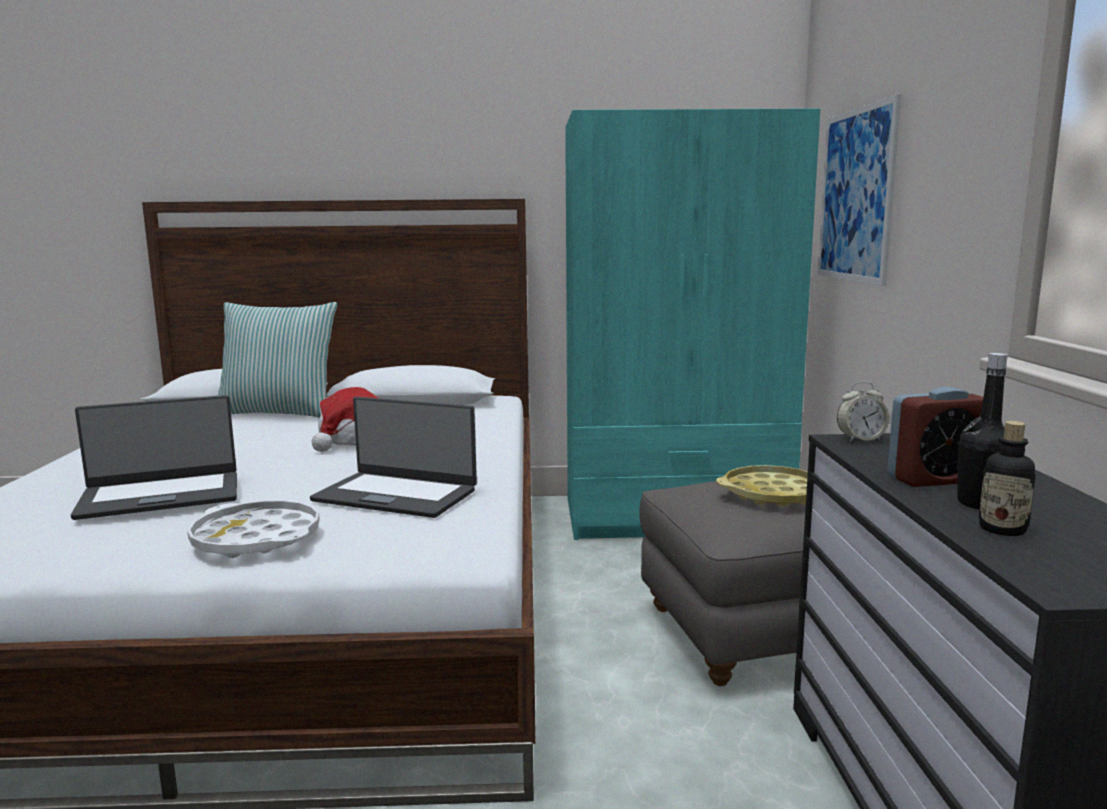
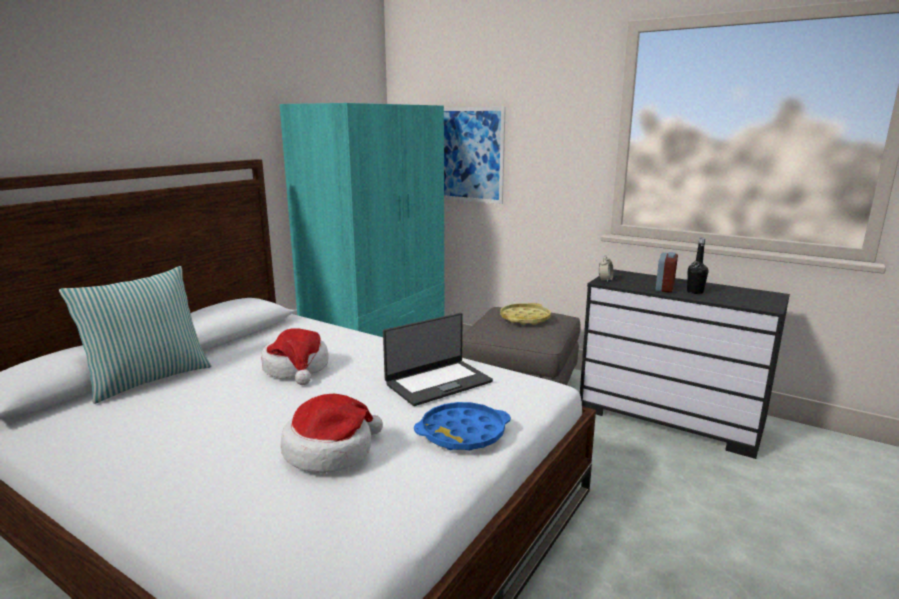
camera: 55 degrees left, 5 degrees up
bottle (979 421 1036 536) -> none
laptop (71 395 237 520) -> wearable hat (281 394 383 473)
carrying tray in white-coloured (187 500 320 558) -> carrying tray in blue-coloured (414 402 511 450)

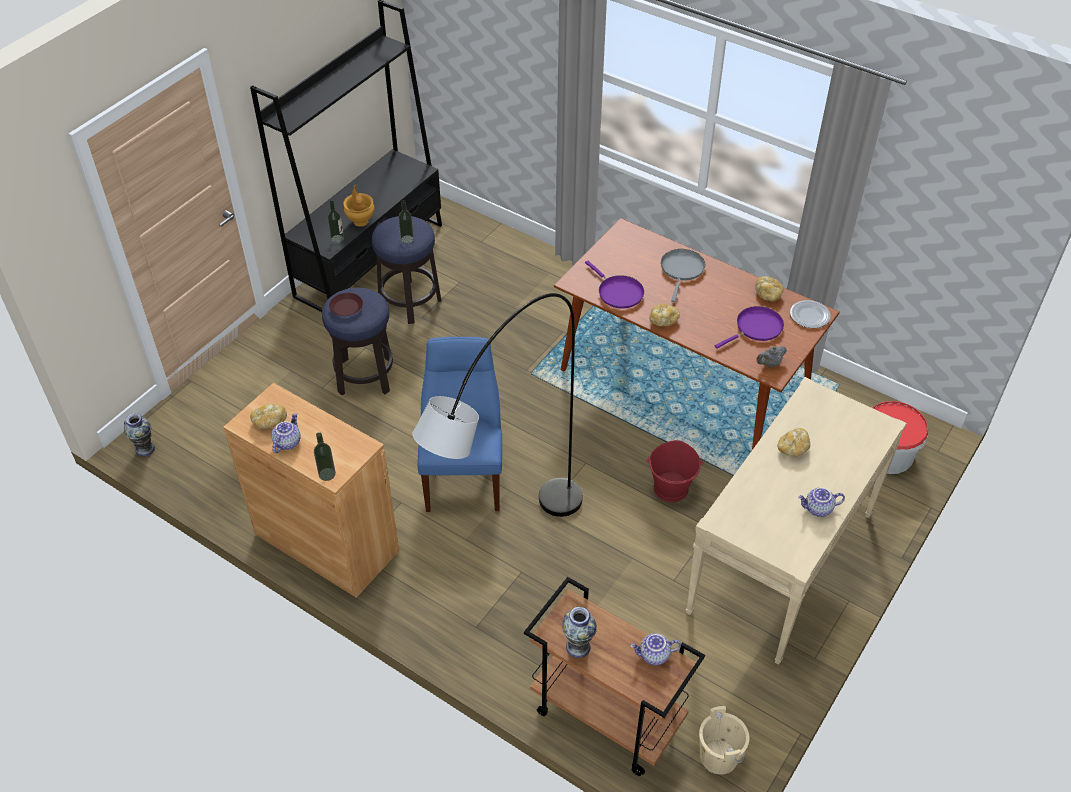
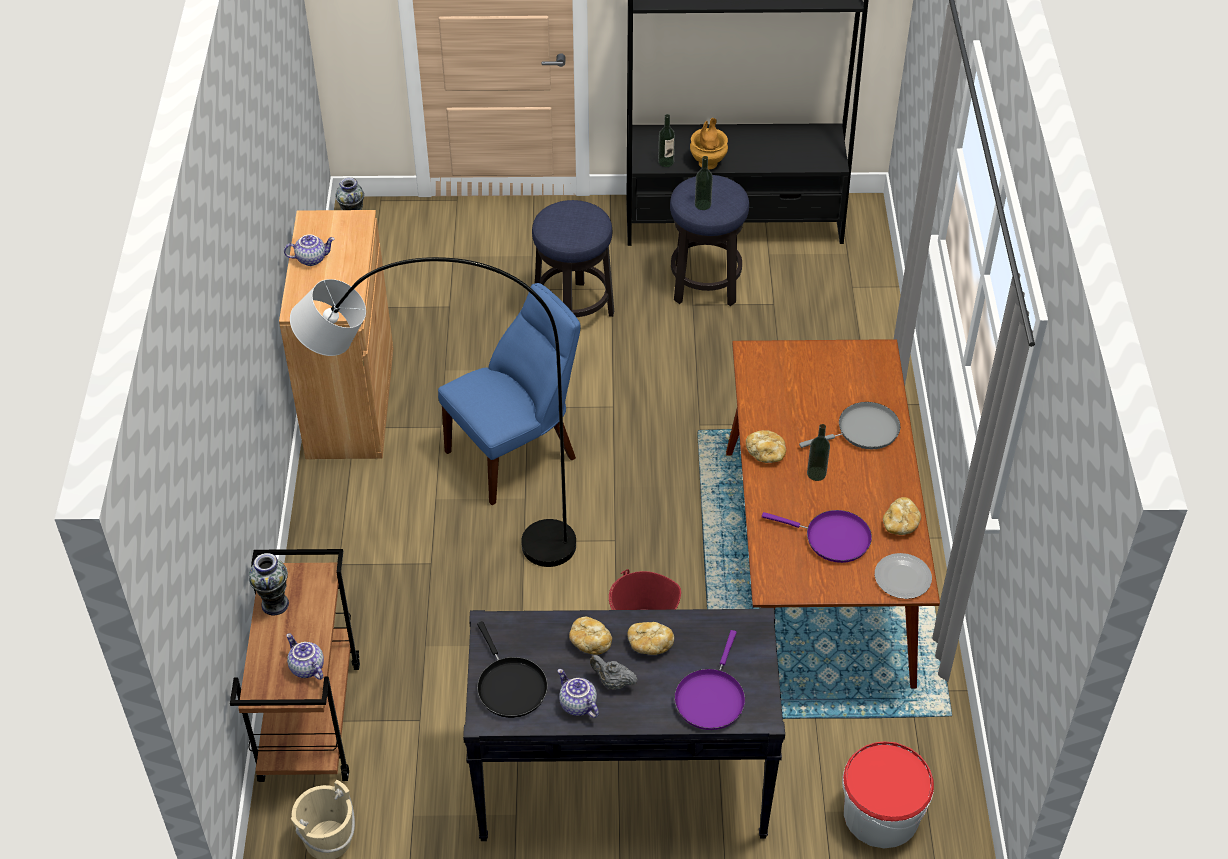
camera: 55 degrees right, 0 degrees up
dinner plate in brownish (329 293 363 316) -> none
none -> frying pan in blackish (477 621 548 718)
bread (250 404 287 429) -> bread (569 616 612 655), relocated
bottle (314 432 336 481) -> bottle (807 424 830 481), relocated
frying pan in purple-coloured (585 261 644 309) -> frying pan in purple-coloured (674 630 745 730), relocated
pot for tea in grey (756 346 787 367) -> pot for tea in grey (590 655 638 689), relocated
narrow table in beige-coloured (686 377 907 665) -> narrow table in blackish (463 608 785 841)

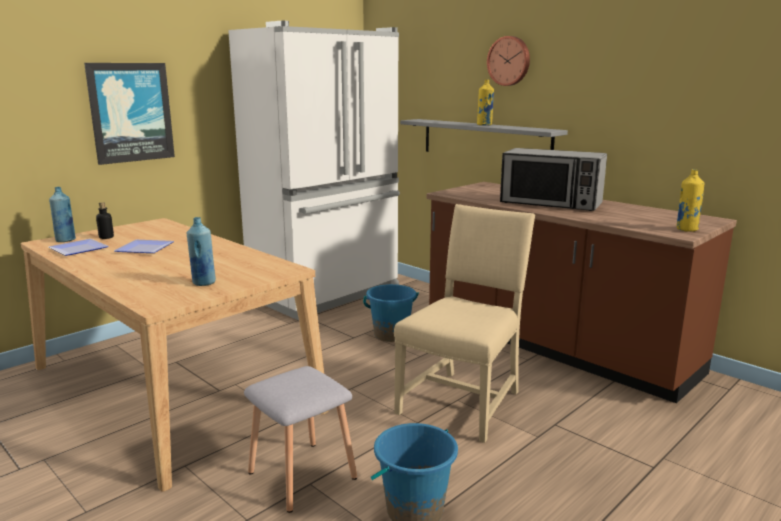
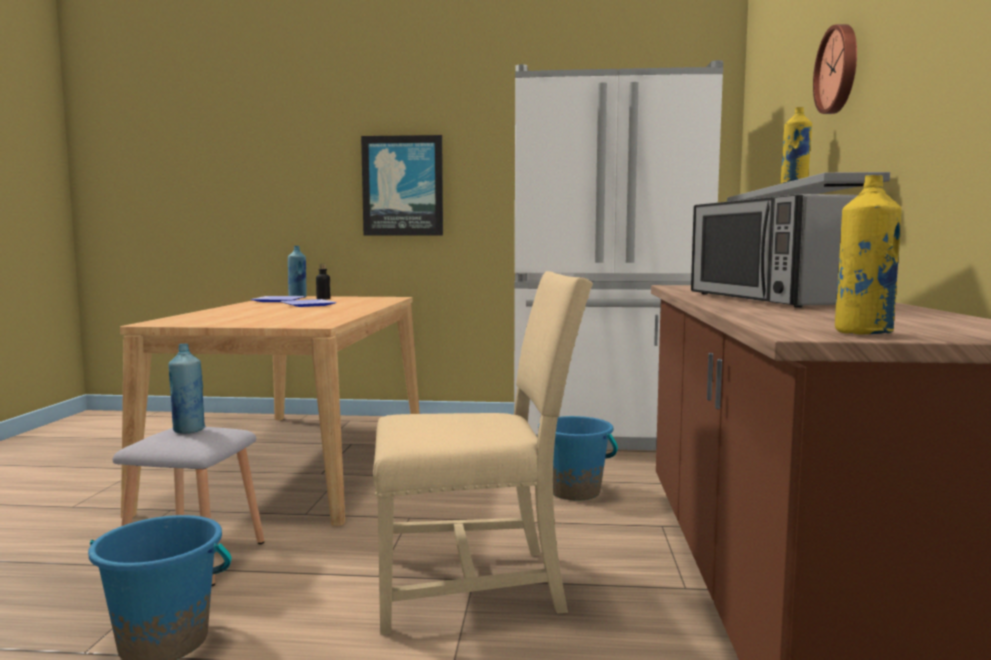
camera: 50 degrees right, 10 degrees down
bottle in blue-coloured (187 217 216 286) -> bottle in blue-coloured (168 344 205 434), relocated

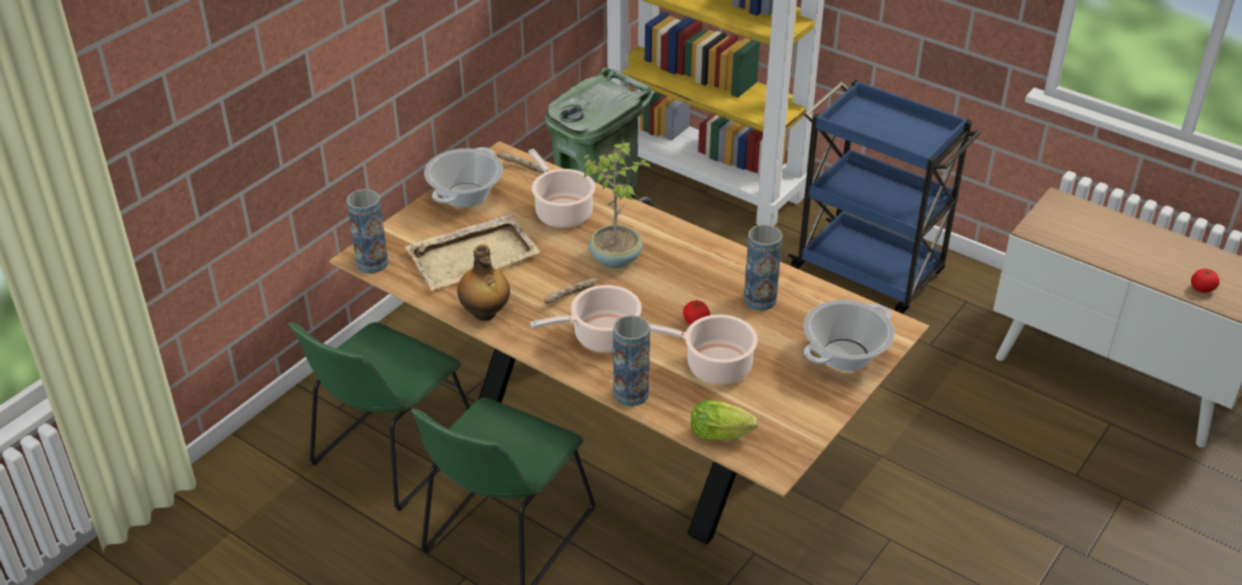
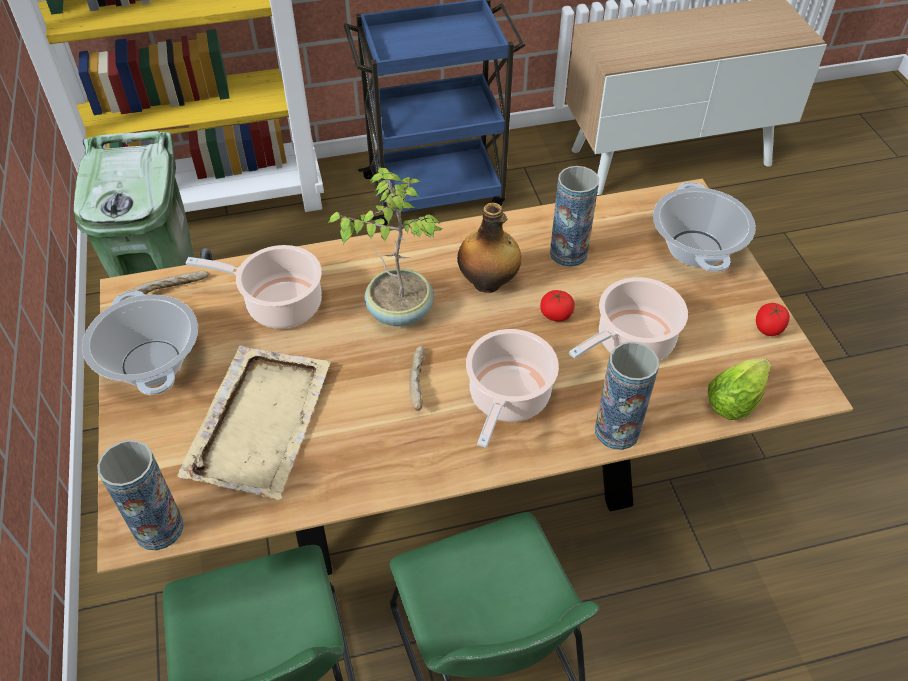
camera: 50 degrees left, 10 degrees up
bottle (457 244 510 321) -> bottle (457 203 521 293), relocated
whole tomato (1191 269 1219 293) -> whole tomato (756 303 790 336), relocated

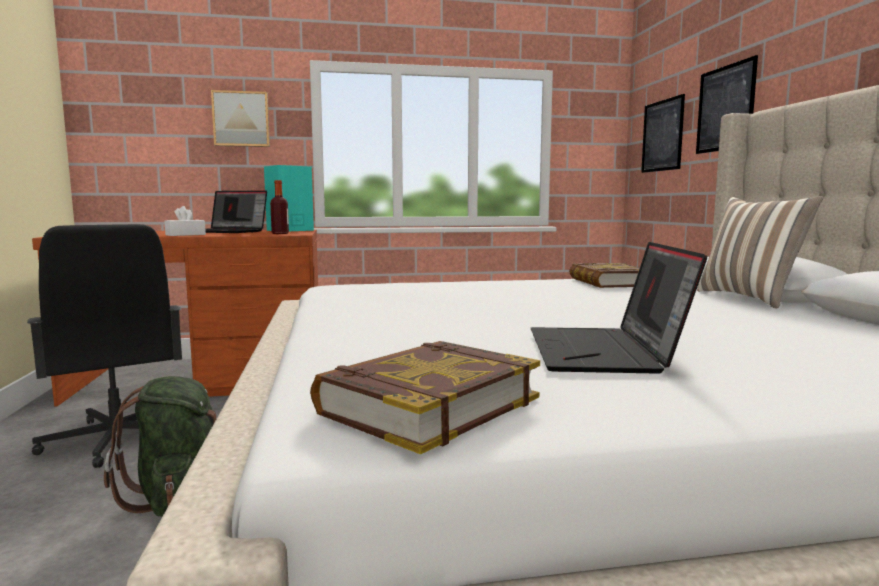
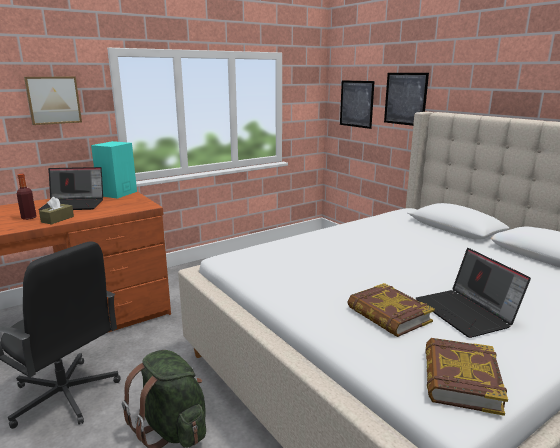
camera: 25 degrees left, 10 degrees up
throw pillow (697 196 824 309) -> none
bottle (270 180 289 234) -> bottle (17 174 36 220), relocated
book (569 263 640 288) -> book (347 283 435 337), relocated
tissue box in white-coloured (164 206 206 236) -> tissue box in brownish (39 197 74 224)

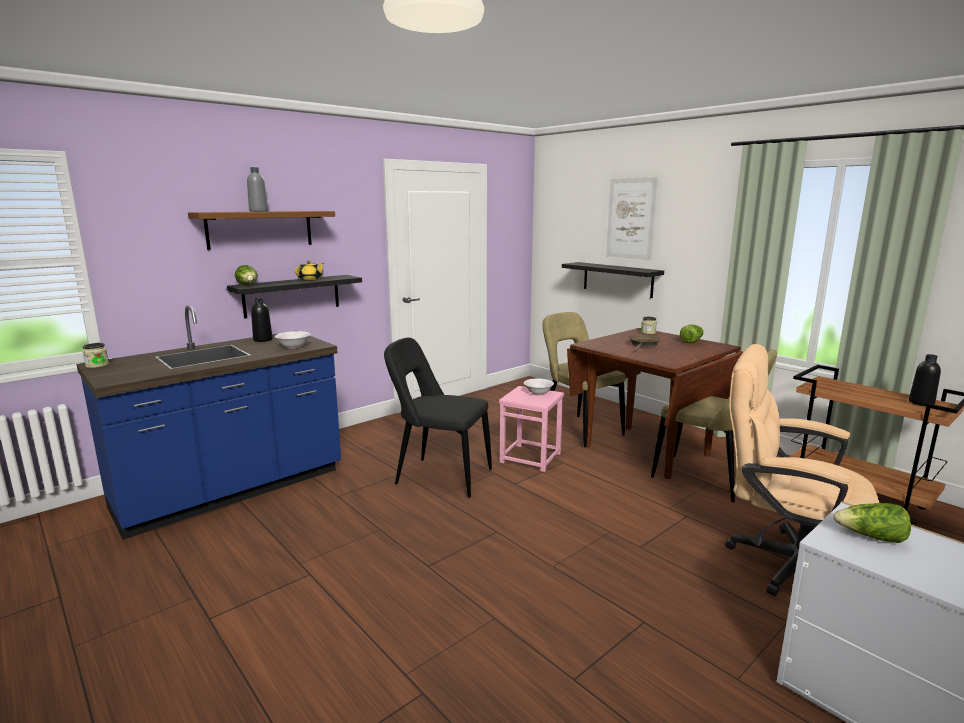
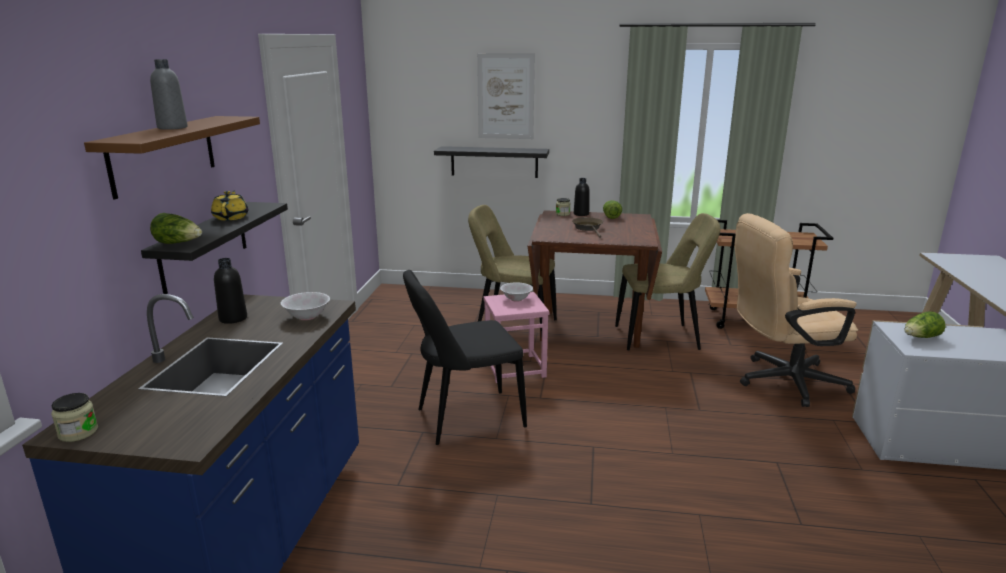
camera: 40 degrees left, 5 degrees up
bottle in blackish (909 354 941 406) -> bottle in blackish (574 178 590 216), relocated

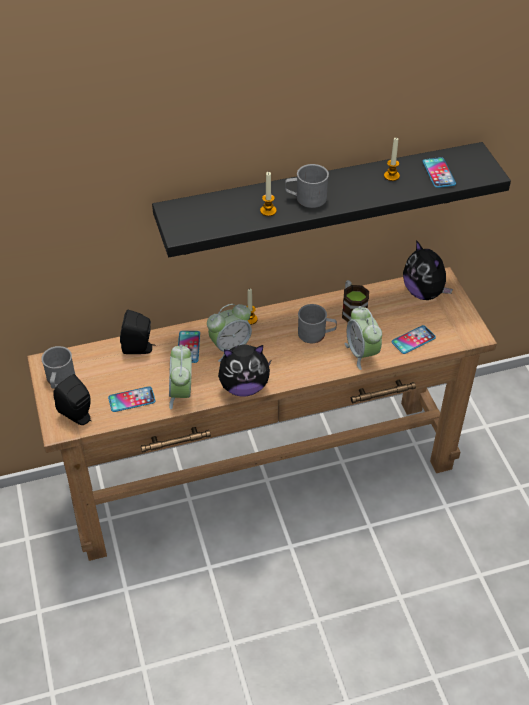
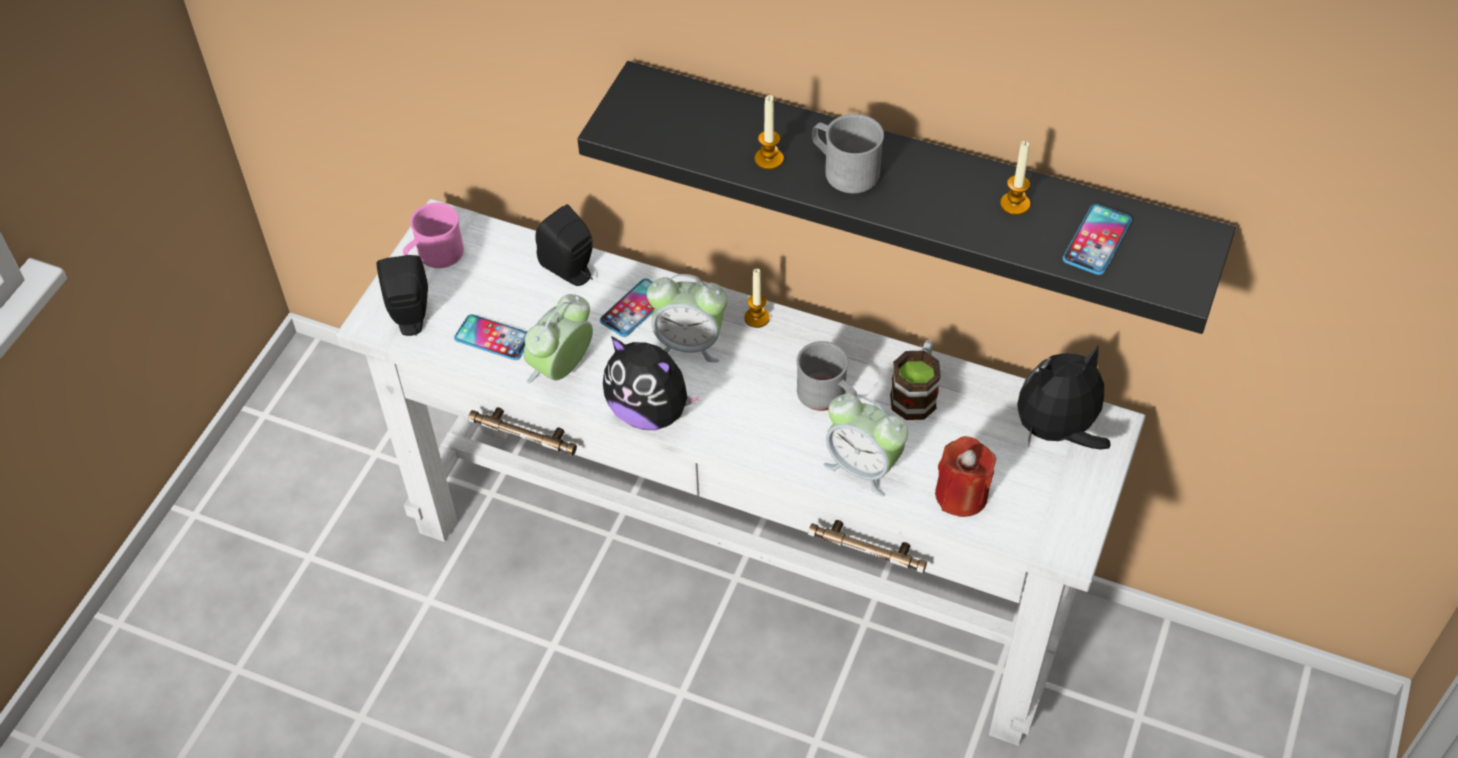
camera: 40 degrees right, 5 degrees up
handset (392 325 436 354) -> candle in red-coloured (935 436 996 517)
narrow table in brownish (27 267 497 561) -> narrow table in white-coloured (336 199 1146 746)
tea mug in grey (42 346 75 389) -> tea mug in pink-coloured (403 203 464 268)
table clock (344 306 382 370) -> table clock (823 394 908 496), 75 degrees counterclockwise
cuddly toy (403 240 453 300) -> cuddly toy (1017 345 1111 450), 60 degrees clockwise

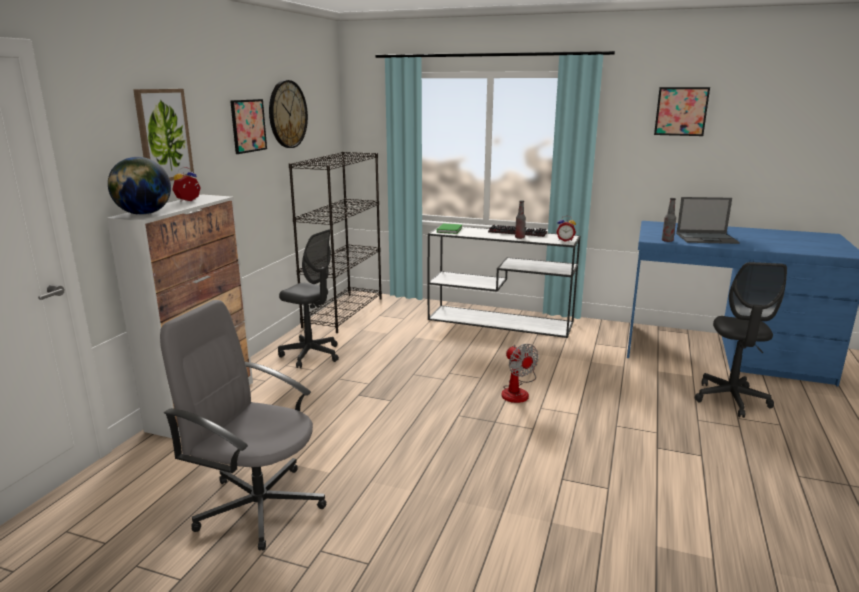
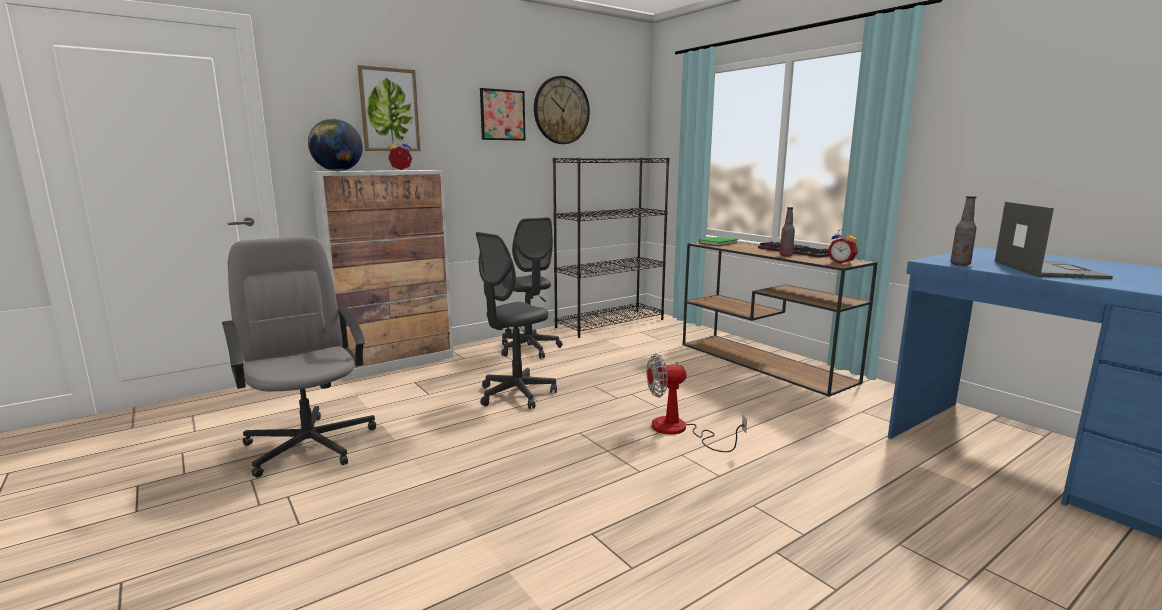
camera: 35 degrees right, 5 degrees down
wall art (654 87 710 136) -> none
computer chair in grey (695 262 787 418) -> computer chair in grey (476 232 557 409), relocated
narrow table in white-coloured (427 225 580 338) -> narrow table in brownish (683 242 878 397)
fan (502 344 539 403) -> fan (647 354 747 452), 75 degrees clockwise
laptop (676 197 740 244) -> laptop (995 202 1113 279), 120 degrees counterclockwise

